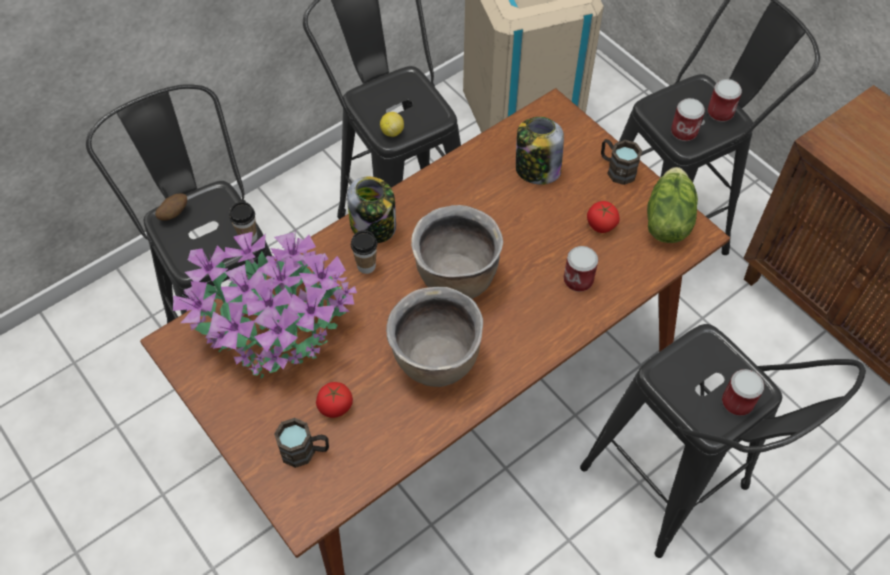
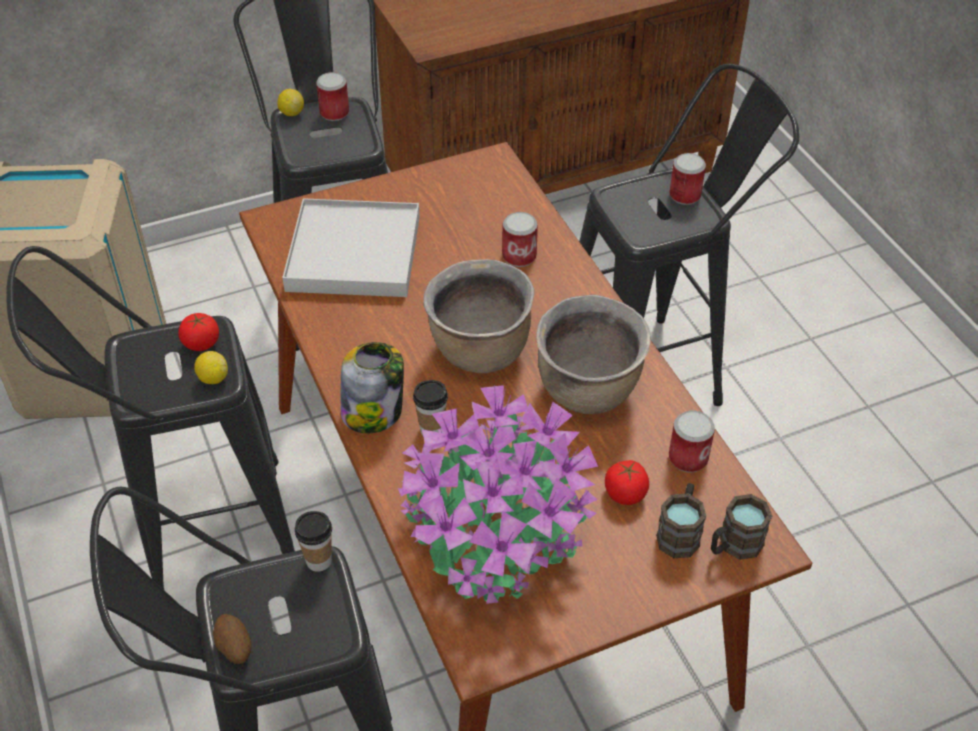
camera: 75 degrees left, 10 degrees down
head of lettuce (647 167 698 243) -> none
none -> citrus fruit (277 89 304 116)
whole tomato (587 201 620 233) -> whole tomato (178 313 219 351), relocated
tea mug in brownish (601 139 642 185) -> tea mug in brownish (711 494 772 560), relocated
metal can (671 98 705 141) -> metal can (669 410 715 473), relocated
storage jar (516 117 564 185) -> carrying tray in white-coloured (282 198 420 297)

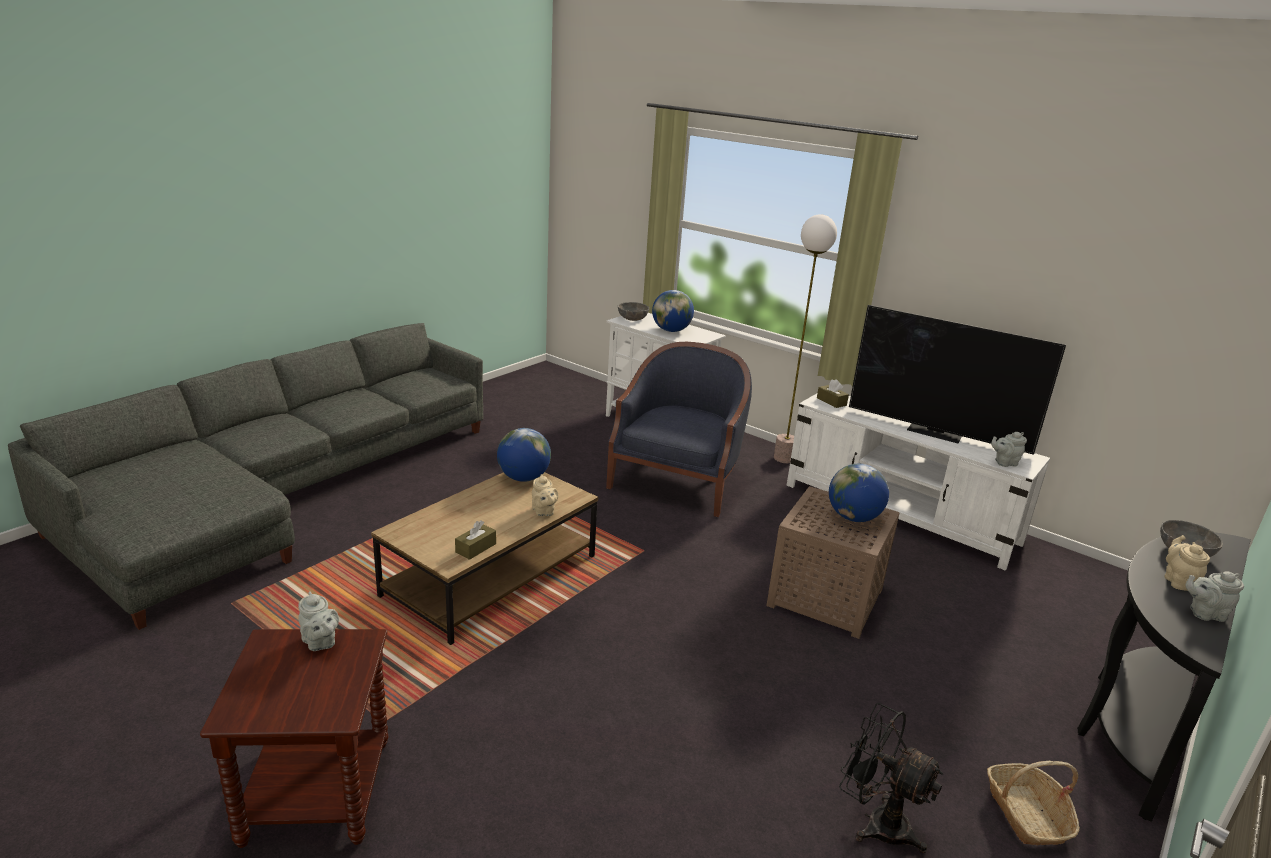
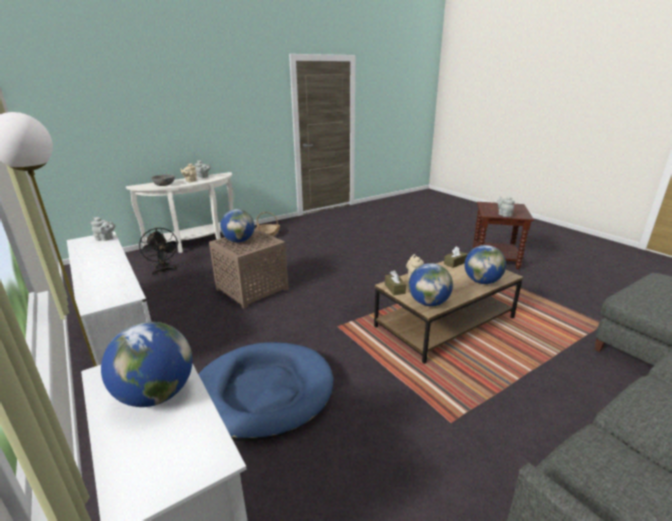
camera: 160 degrees left, 0 degrees up
deep dish in grey (618 302 649 321) -> none
TV (849 305 1066 455) -> none
none -> world globe (464 245 506 284)
tissue box in brownish (817 379 849 408) -> tissue box in brownish (385 270 406 295), relocated
fan in blackish (839 703 943 853) -> fan in blackish (139 228 179 275), relocated
lounge chair in blue-coloured (606 342 752 517) -> pet bed in blue-coloured (198 342 333 441)
narrow table in blackish (1077 532 1251 822) -> narrow table in white-coloured (126 172 233 253)

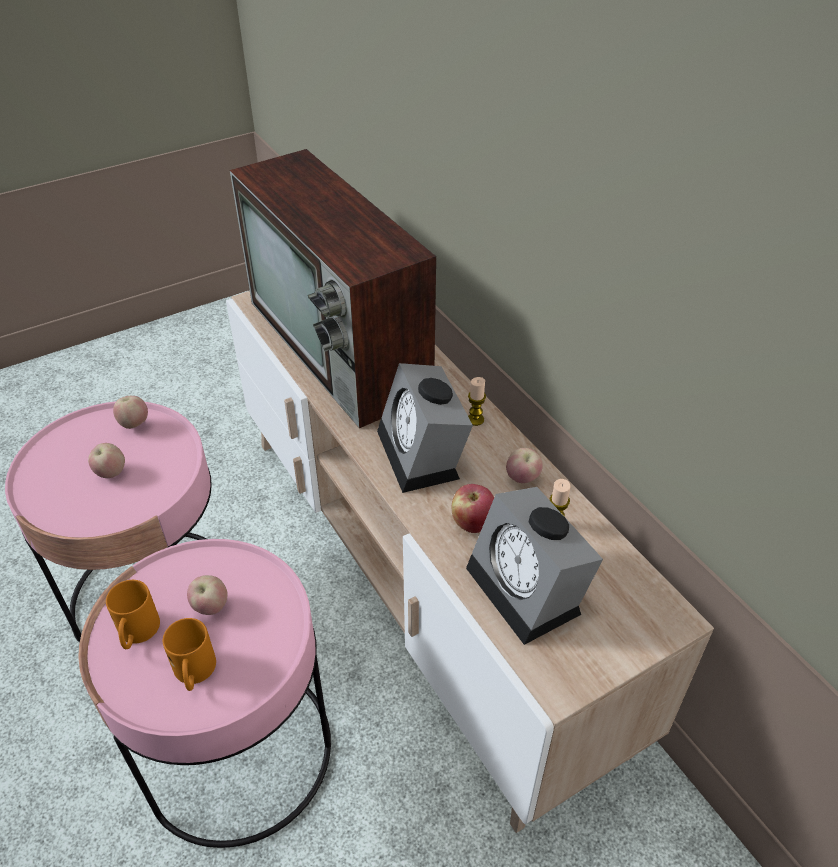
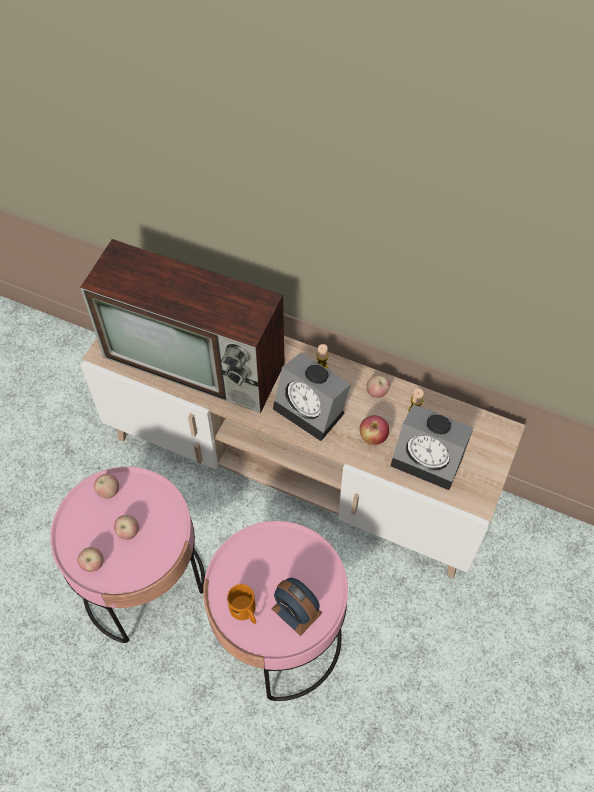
camera: 35 degrees left, 15 degrees up
whole apple (187 575 227 615) -> whole apple (77 547 104 572), relocated
tea mug in orange (163 618 216 691) -> table clock (272 578 322 636)

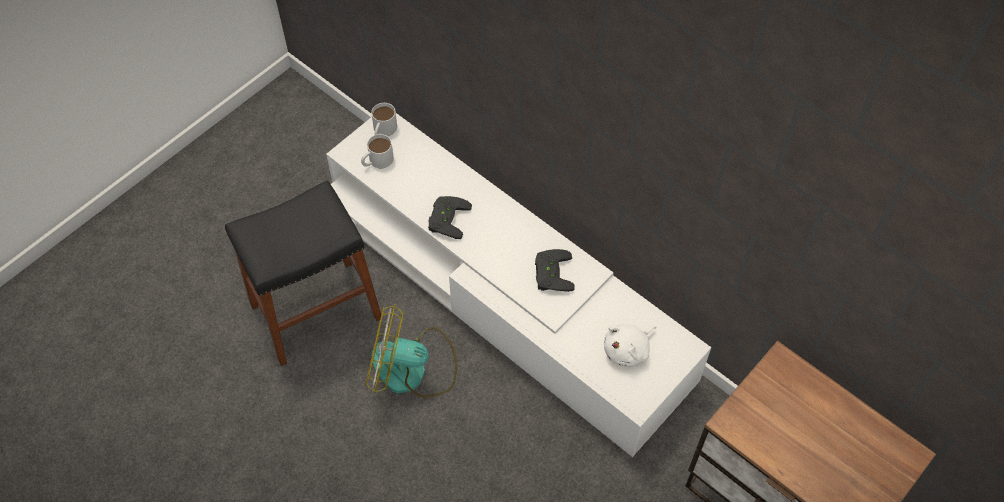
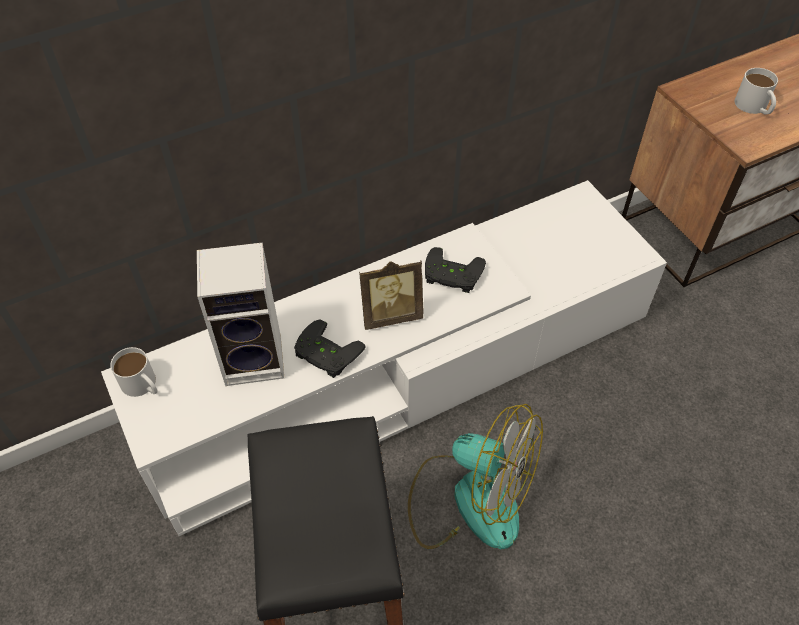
camera: 70 degrees left, 5 degrees down
cuddly toy in white-coloured (604 324 656 367) -> none
none -> audio speaker (197 243 284 386)
none -> standing frame (359 260 424 330)
tea mug in white-coloured (361 134 394 168) -> tea mug in white-coloured (735 68 778 115), relocated
fan (365 303 457 398) -> fan (408 404 543 549), 90 degrees counterclockwise

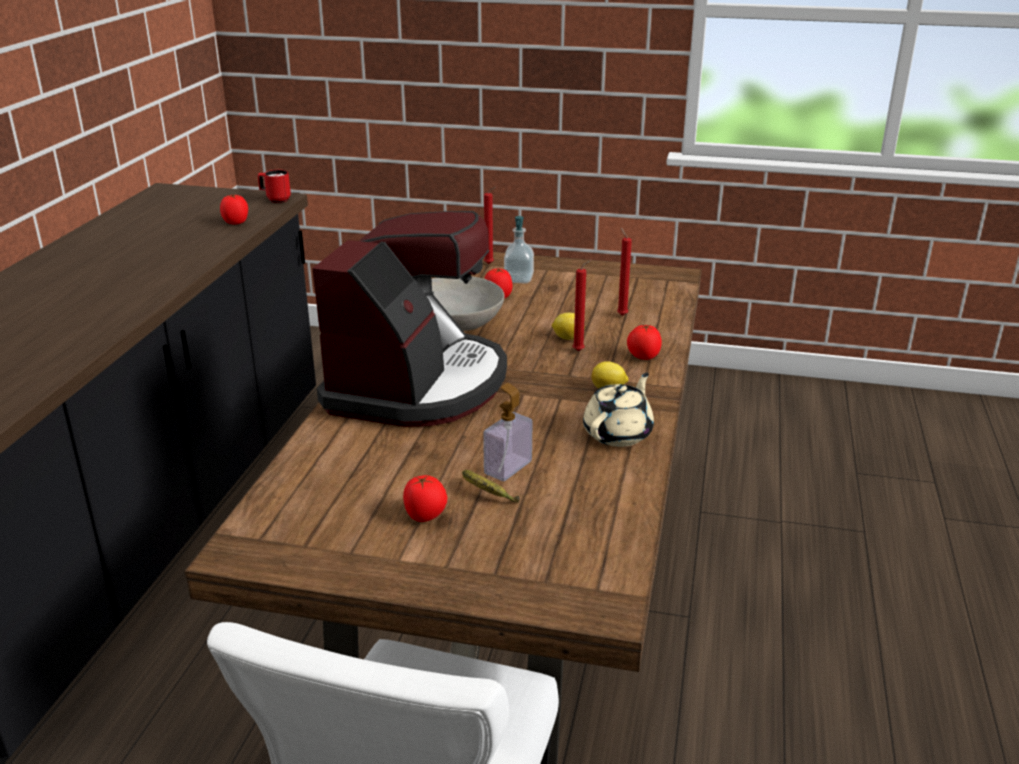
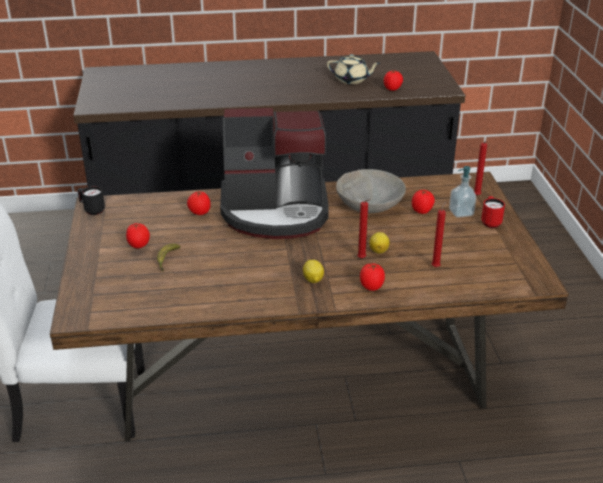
camera: 70 degrees right, 5 degrees up
soap dispenser (483 383 532 481) -> none
none -> tea mug in blackish (77 186 105 215)
none -> whole tomato (187 191 211 215)
tea mug in red-coloured (258 170 291 203) -> tea mug in red-coloured (481 196 505 228), relocated
pot for tea in beige-coloured (583 373 654 447) -> pot for tea in beige-coloured (327 54 380 84), relocated

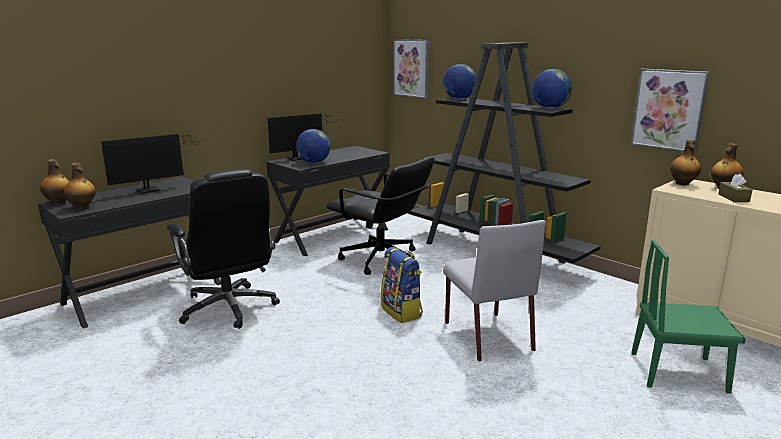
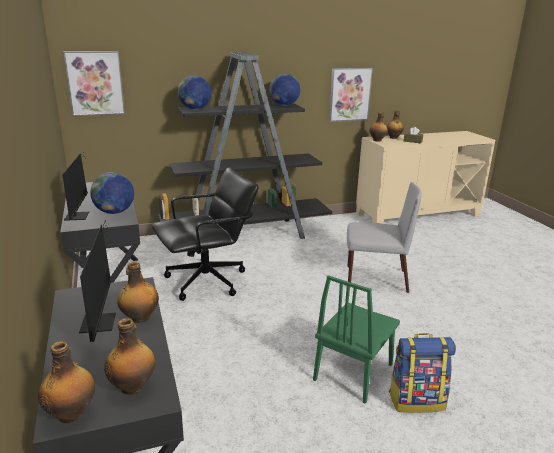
camera: 65 degrees left, 5 degrees up
computer chair in blackish (167 169 280 329) -> none
none -> bottle (117 261 159 323)
knapsack (381 247 423 323) -> knapsack (389 333 456 413), relocated
upright chair in green (632 240 746 394) -> upright chair in green (313 275 400 404), relocated

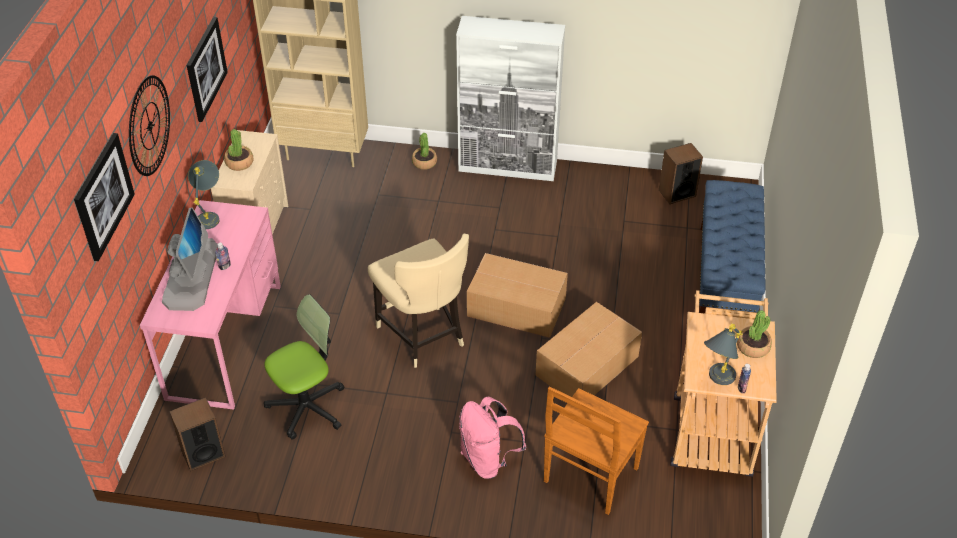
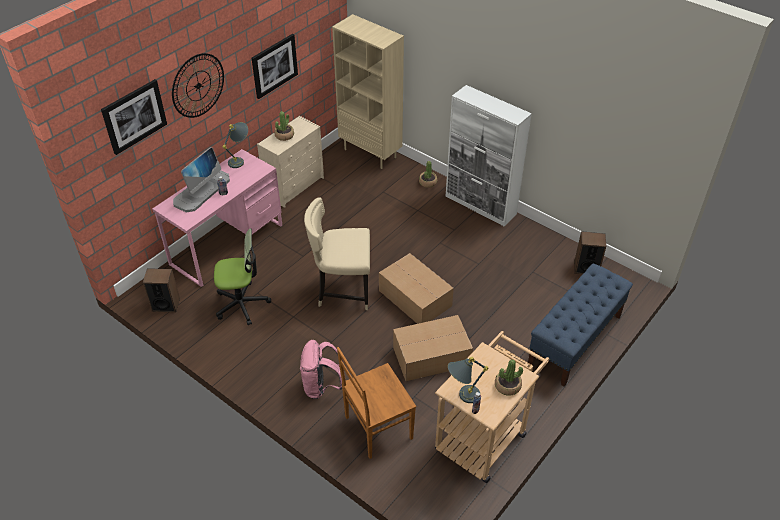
camera: 30 degrees right, 0 degrees up
upright chair in beige-coloured (368 234 469 368) -> upright chair in beige-coloured (304 197 370 310), 90 degrees clockwise

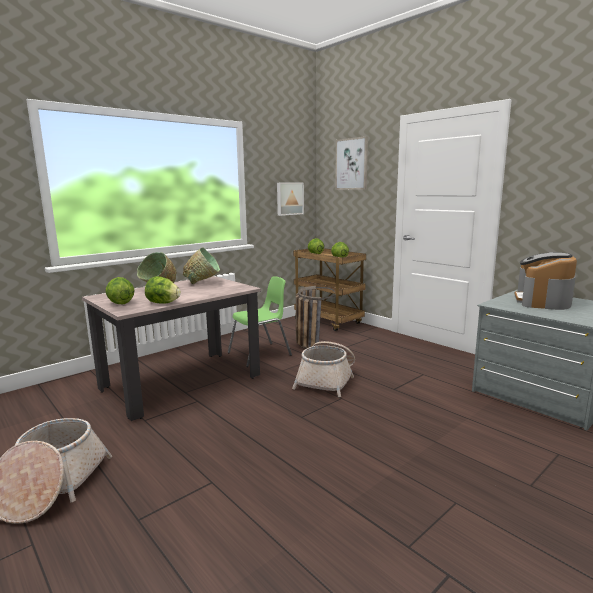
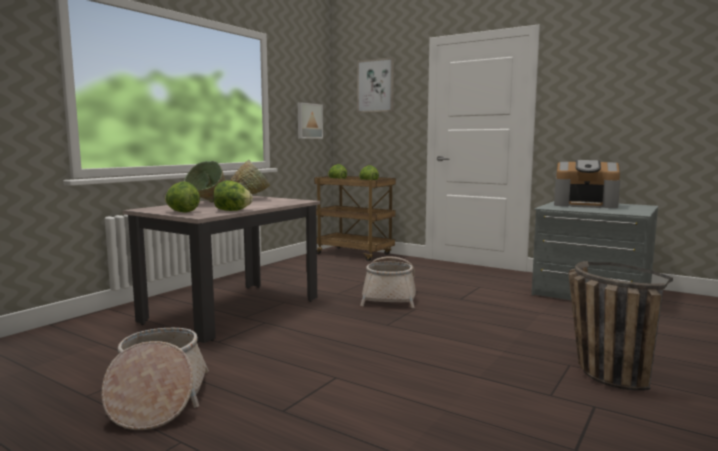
camera: 15 degrees left, 5 degrees down
upright chair in green (228 276 292 367) -> none
storage basket (296 286 335 349) -> storage basket (568 261 673 391), relocated
coffee brewer (515 252 577 310) -> coffee brewer (554 160 620 208), 75 degrees counterclockwise

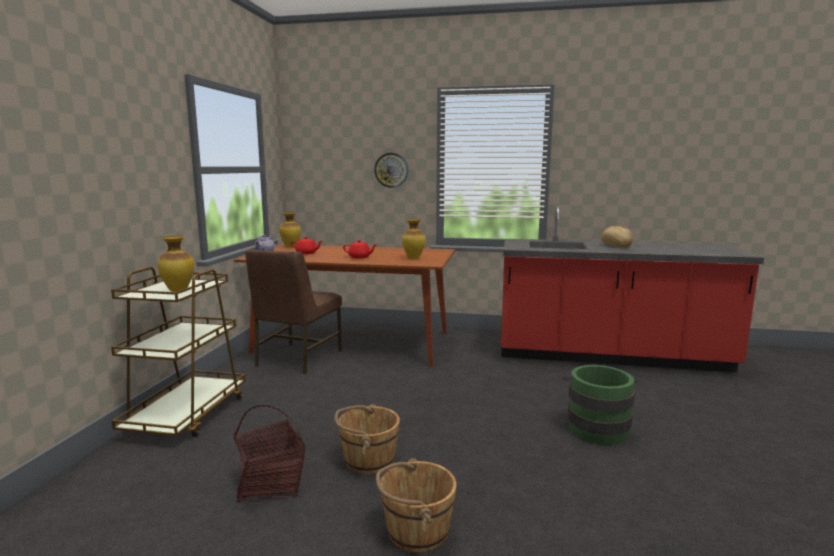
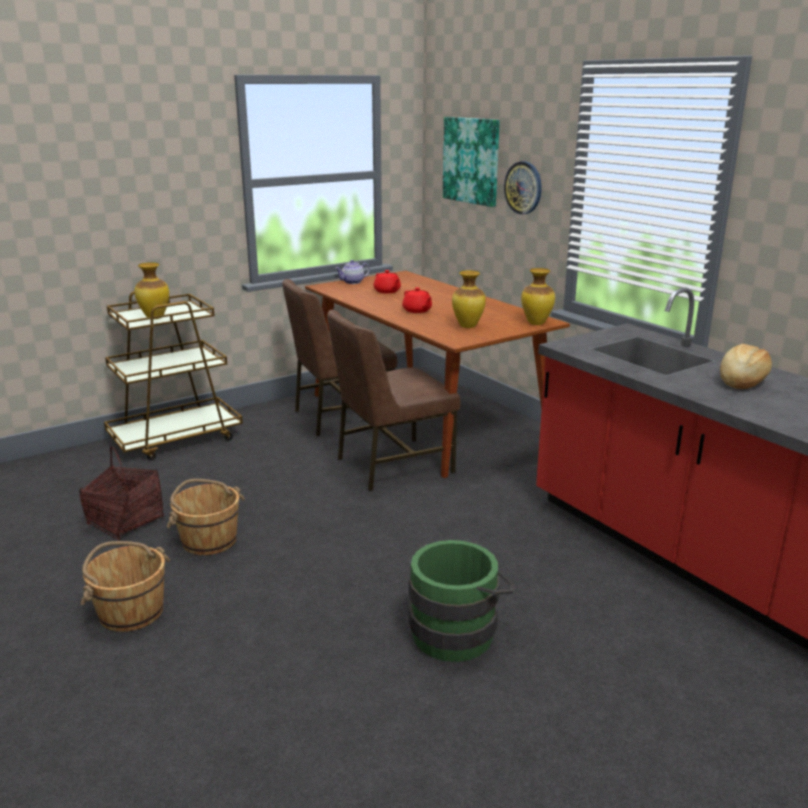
camera: 45 degrees right, 10 degrees up
none -> upright chair in brownish (327 310 461 491)
none -> wall art (443 117 500 207)
vase (279 212 301 248) -> vase (521 268 555 325), relocated

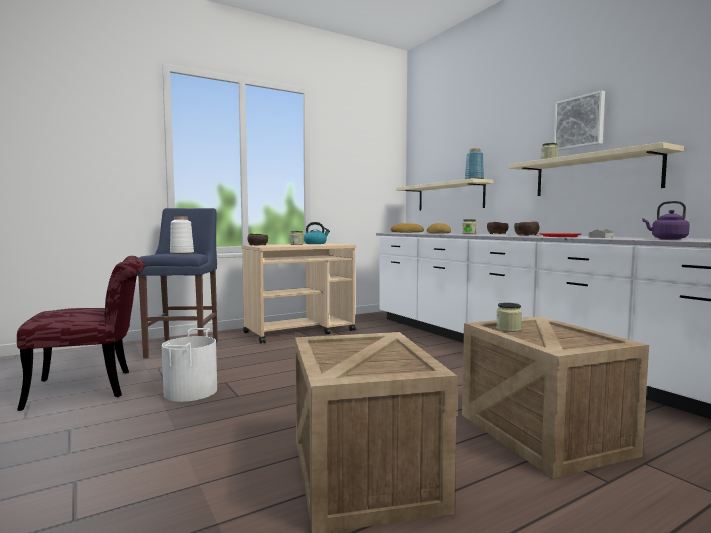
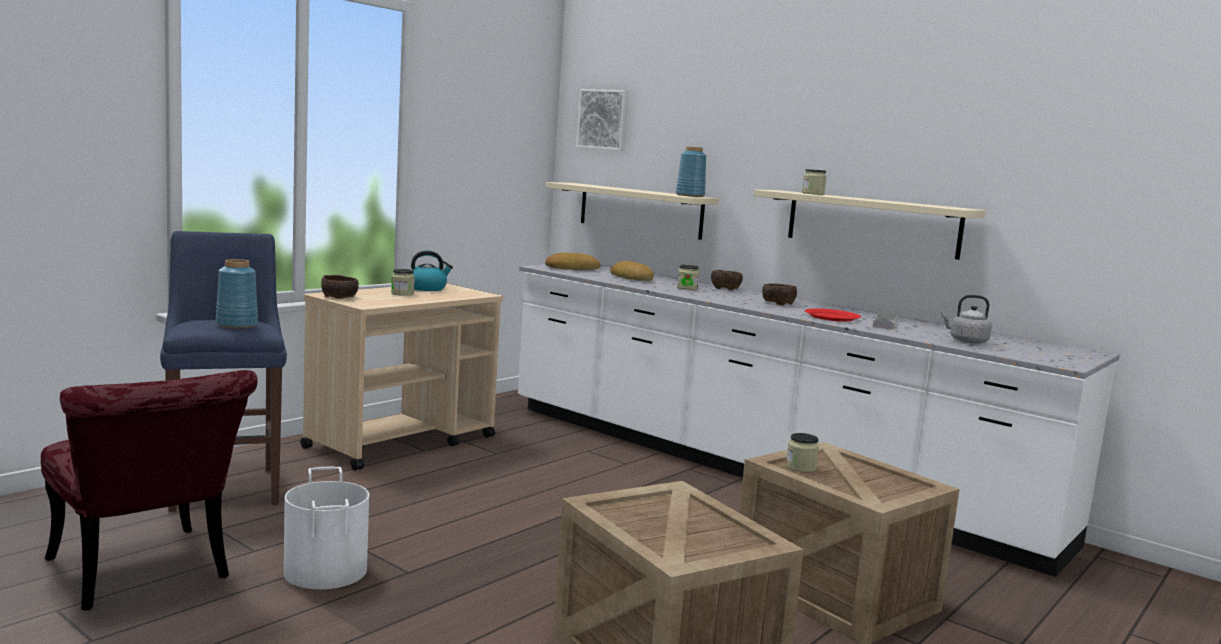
camera: 20 degrees left, 5 degrees up
wall art (554 90 605 151) -> wall art (576 89 629 151), relocated
vase in white-coloured (170 216 194 254) -> vase in blue-coloured (215 259 258 329)
tea kettle in purple-coloured (643 201 690 240) -> tea kettle in grey (941 295 992 344)
upright chair in red-coloured (17 256 145 411) -> upright chair in red-coloured (41 370 258 611), 90 degrees clockwise

